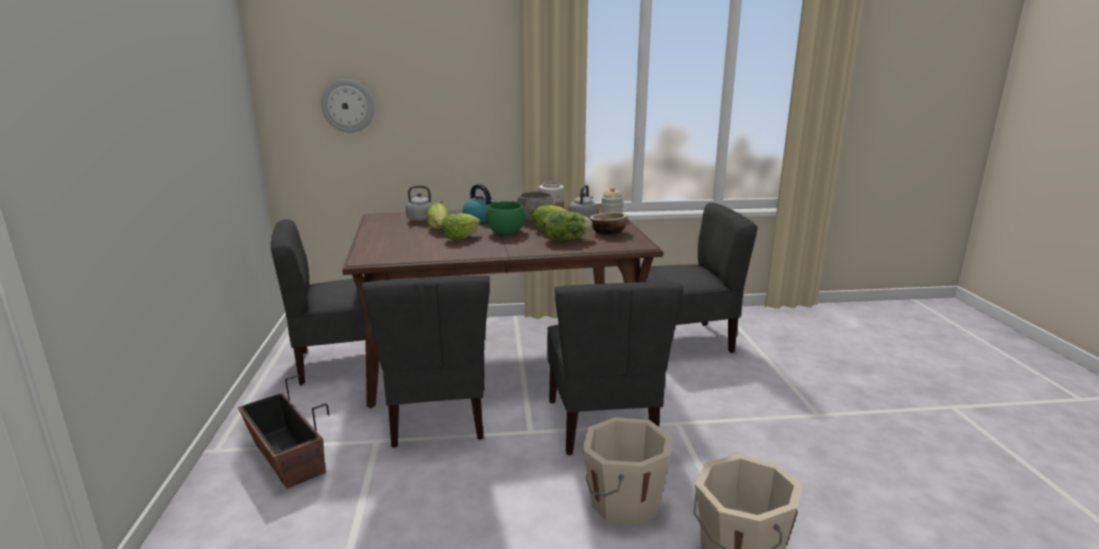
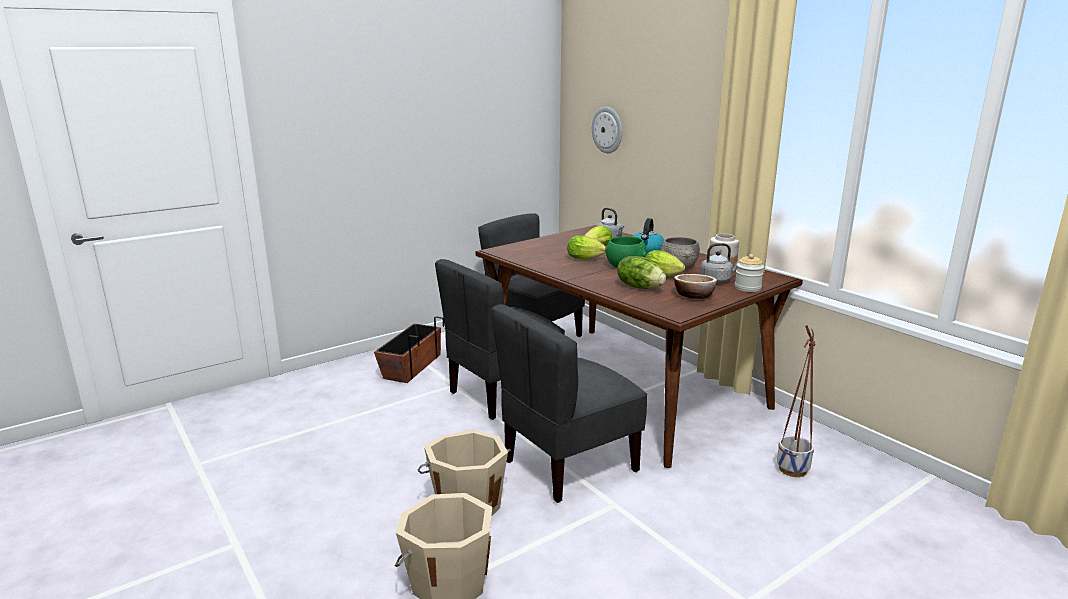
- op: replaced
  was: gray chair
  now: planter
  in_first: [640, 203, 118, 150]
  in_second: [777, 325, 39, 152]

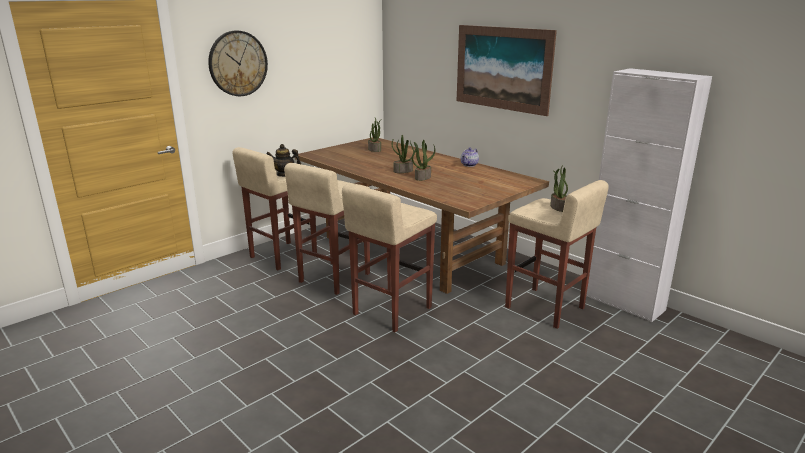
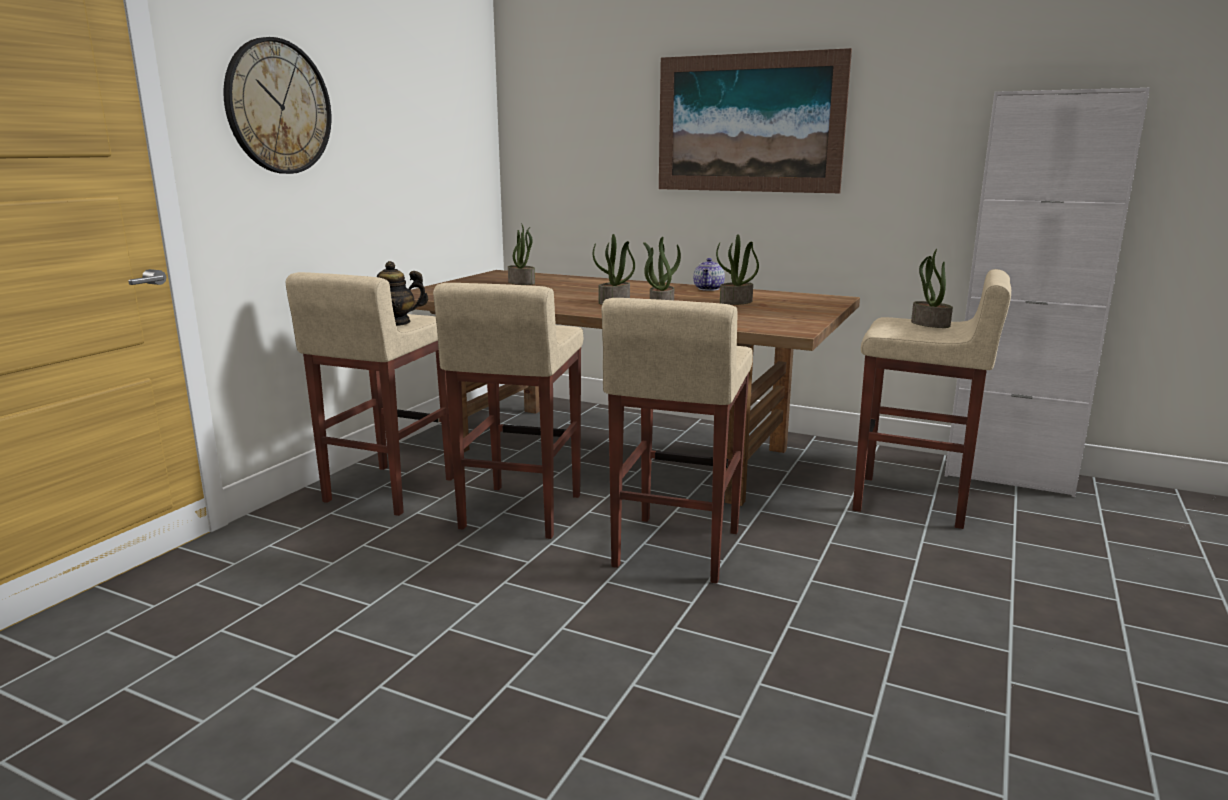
- op: added
  now: potted plant
  in_second: [716, 234, 43, 71]

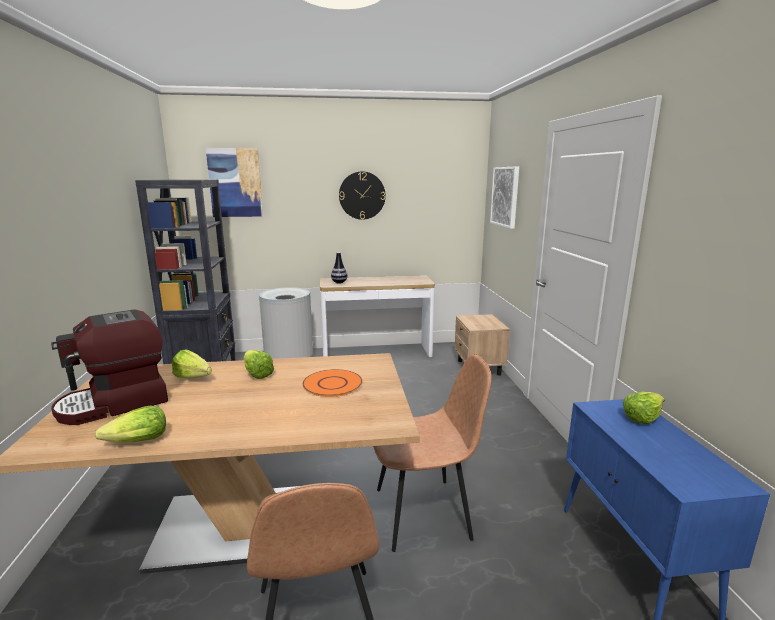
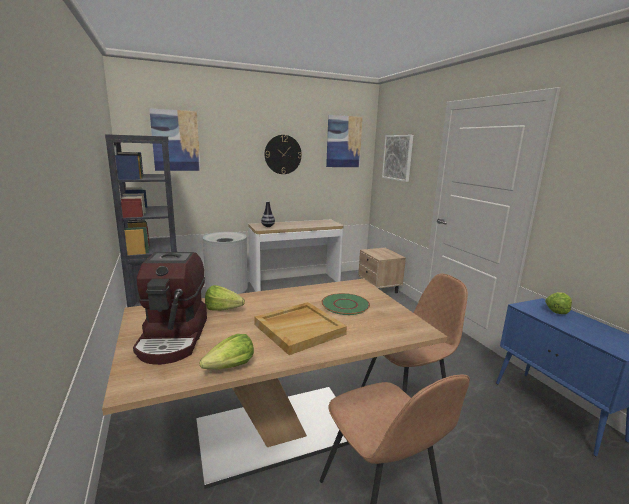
- op: removed
  was: lettuce head
  in_first: [244, 350, 30, 29]
- op: added
  now: beige carrying tray
  in_second: [254, 302, 93, 53]
- op: added
  now: picture
  in_second: [326, 115, 37, 52]
- op: recoloured
  was: orangey dinner plate
  now: green-coloured dinner plate
  in_first: [302, 369, 60, 28]
  in_second: [321, 293, 49, 22]
- op: turned
  was: coffee machine
  in_first: [51, 309, 117, 116]
  in_second: [133, 252, 74, 113]
  clockwise: -45

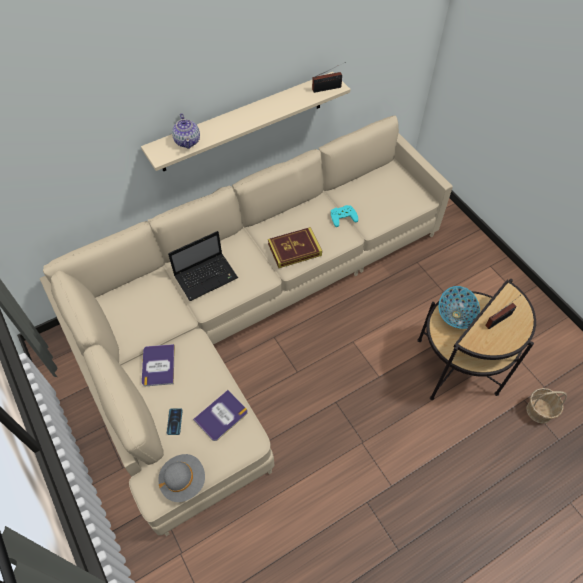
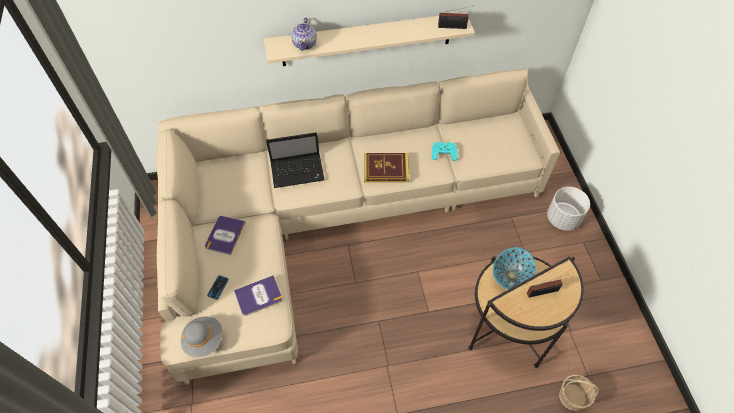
- op: added
  now: white planter
  in_second: [547, 187, 43, 44]

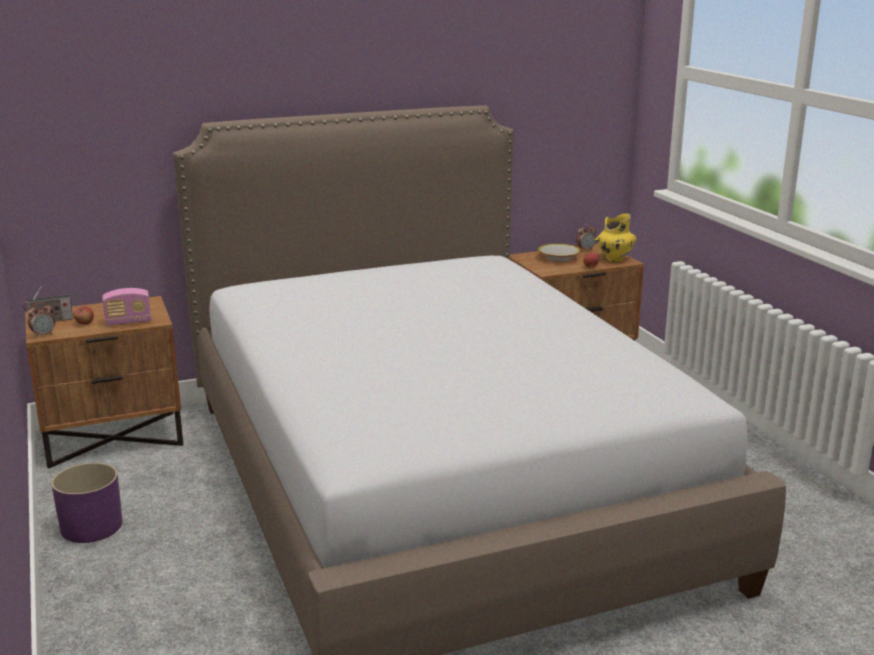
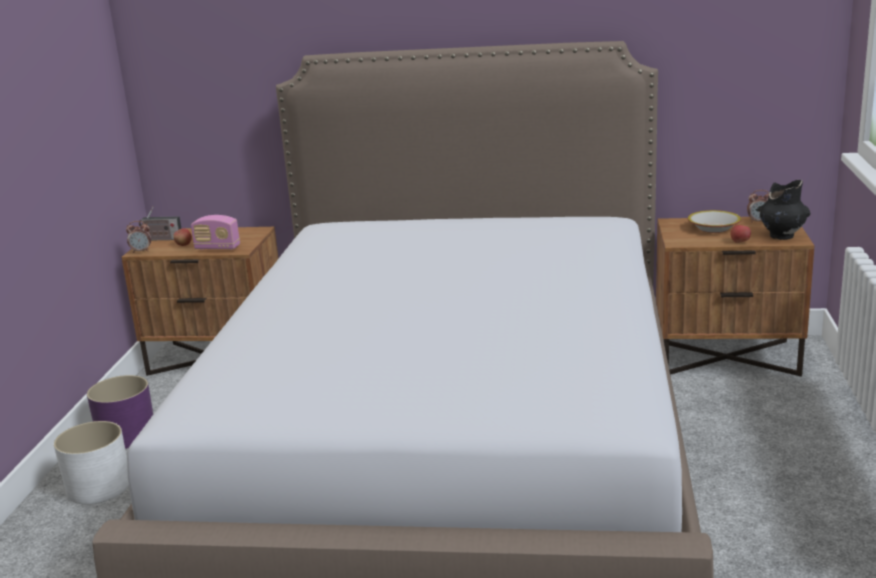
- op: added
  now: white planter
  in_second: [54, 421, 75, 84]
- op: recoloured
  was: yellow-coloured vase
  now: black vase
  in_first: [594, 213, 42, 49]
  in_second: [756, 180, 55, 60]

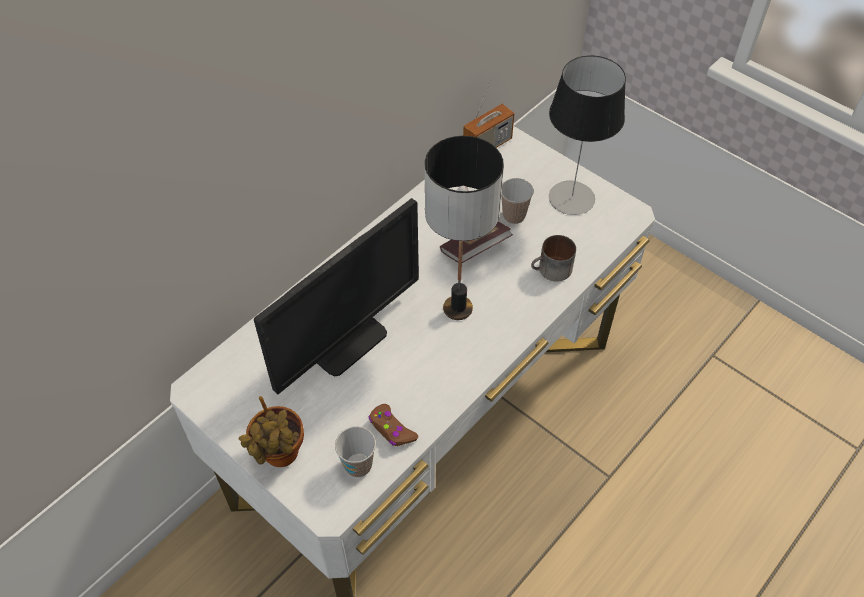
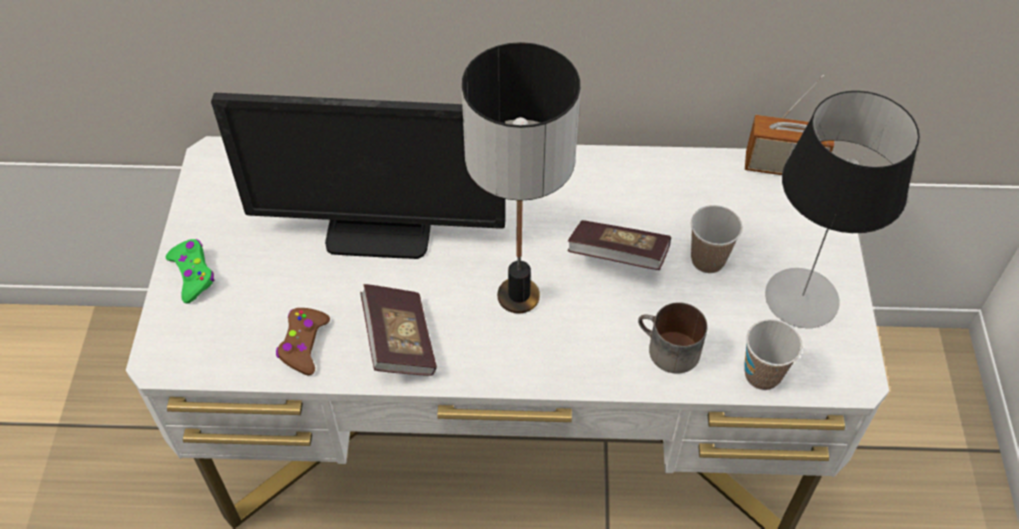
- op: added
  now: bound book
  in_second: [360, 284, 77, 92]
- op: moved
  was: cup
  in_first: [335, 426, 41, 51]
  in_second: [744, 319, 58, 71]
- op: replaced
  was: potted plant
  now: green-coloured game controller
  in_first: [239, 396, 65, 71]
  in_second: [166, 239, 48, 65]

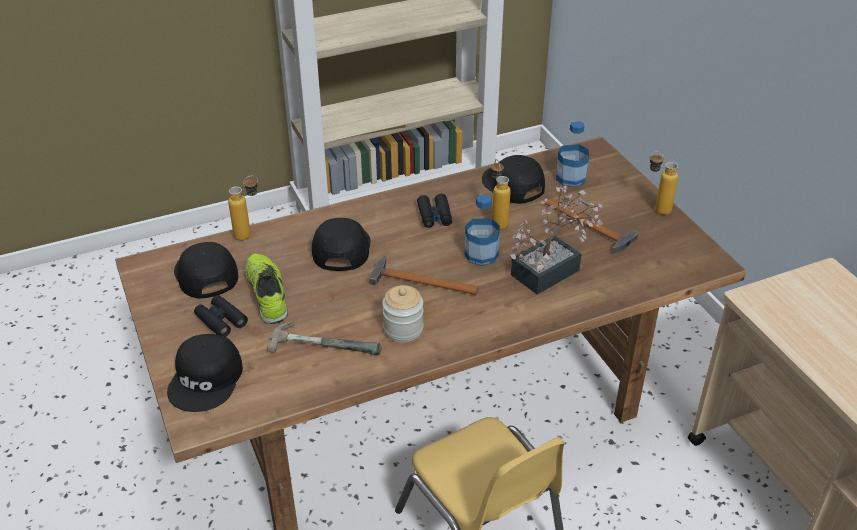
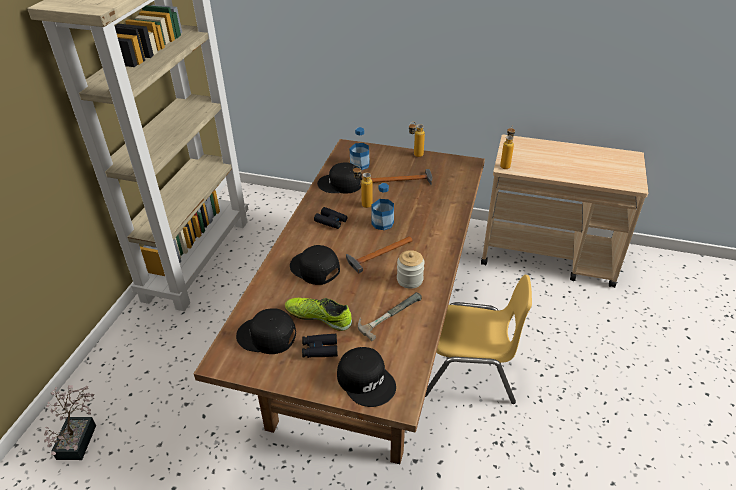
- op: moved
  was: beverage bottle
  in_first: [228, 176, 30, 64]
  in_second: [500, 128, 15, 41]
- op: moved
  was: potted plant
  in_first: [510, 185, 93, 110]
  in_second: [44, 385, 52, 75]

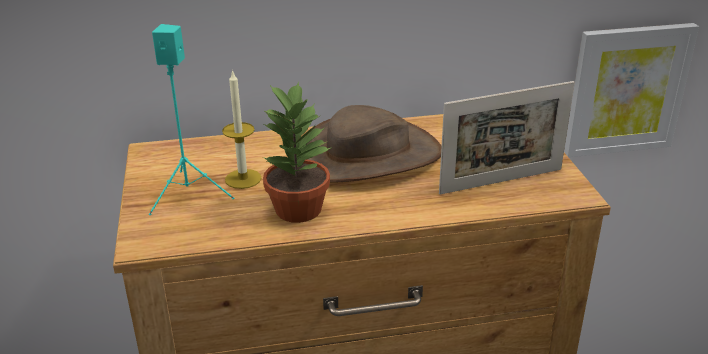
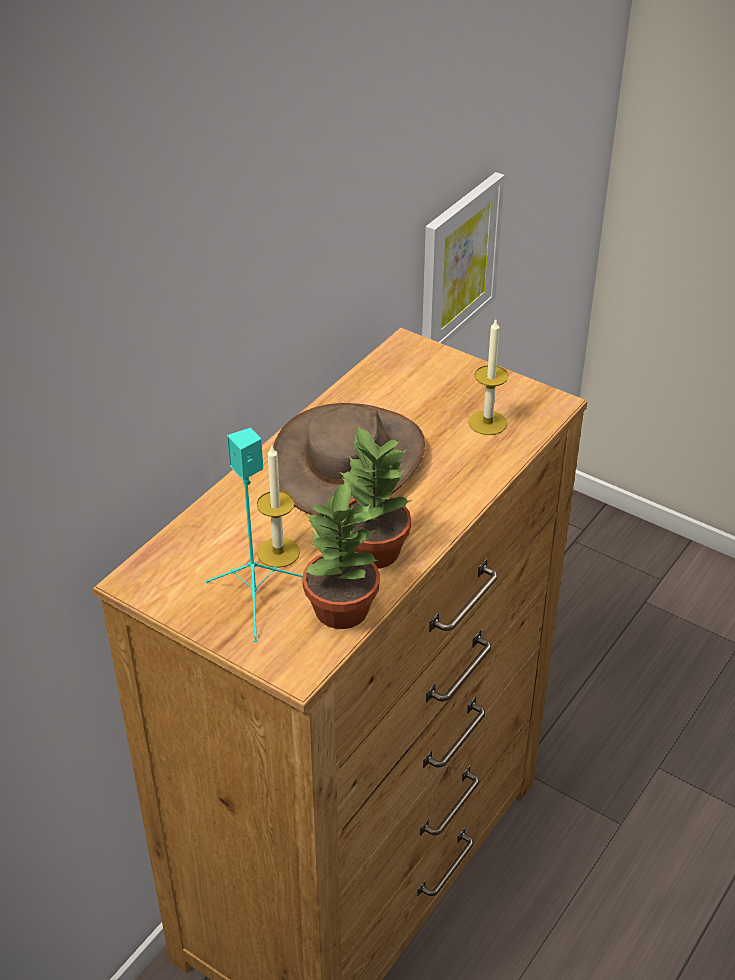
- op: added
  now: potted plant
  in_second: [302, 480, 78, 149]
- op: replaced
  was: standing frame
  now: candle
  in_first: [439, 81, 136, 113]
  in_second: [469, 318, 39, 117]

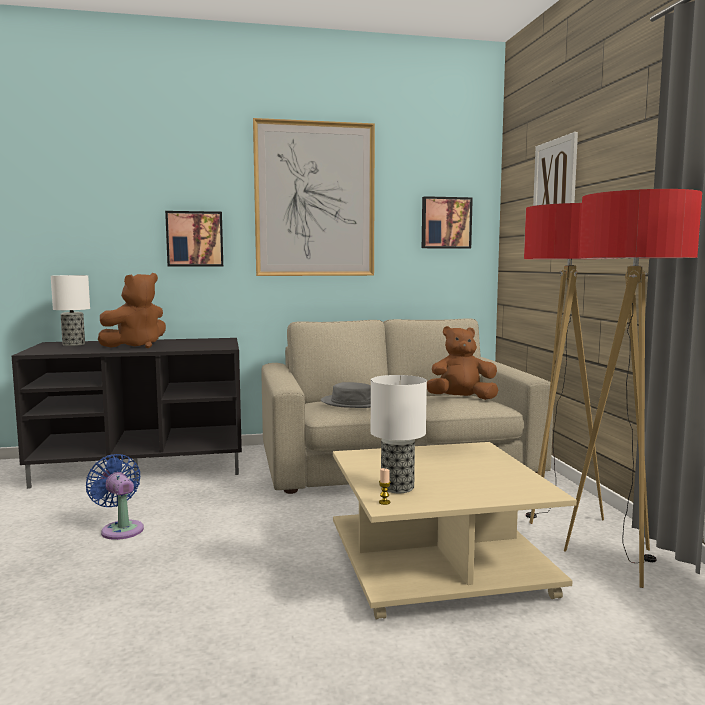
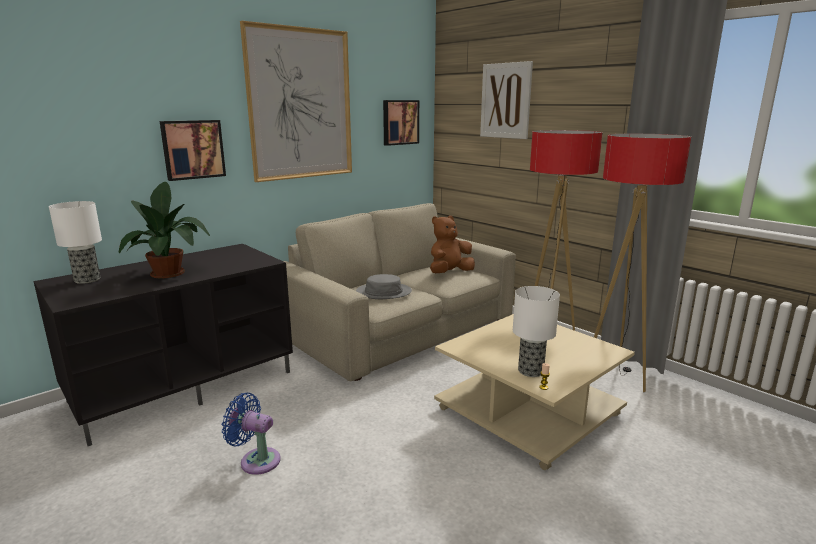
- op: replaced
  was: brown-coloured plush toy
  now: potted plant
  in_first: [98, 273, 68, 75]
  in_second: [119, 182, 91, 96]

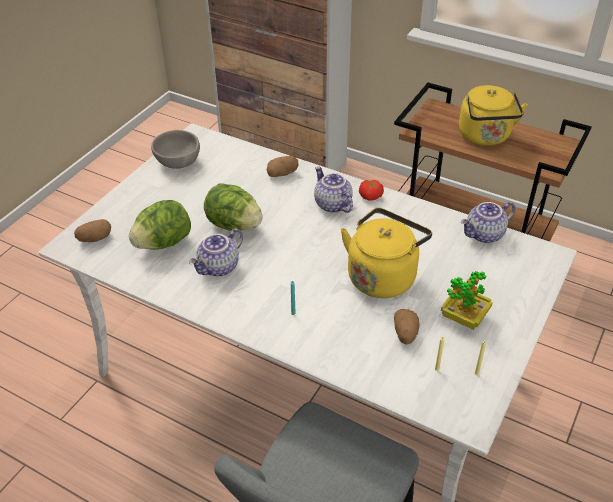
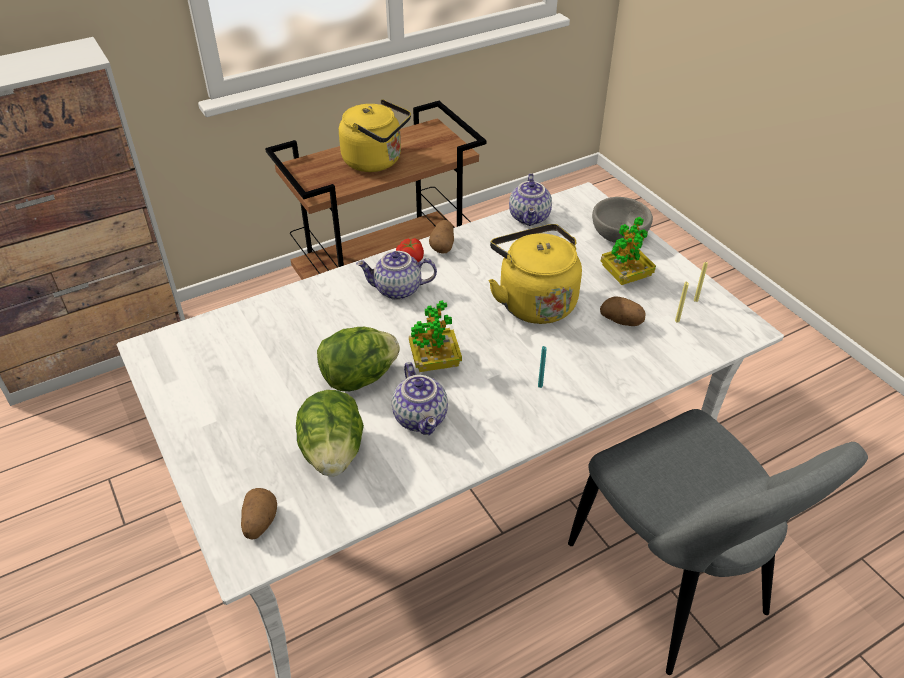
- op: added
  now: potted plant
  in_second: [409, 300, 53, 72]
- op: moved
  was: gray serving bowl
  in_first: [151, 130, 49, 39]
  in_second: [592, 197, 61, 46]
- op: moved
  was: spud
  in_first: [267, 156, 32, 21]
  in_second: [429, 220, 25, 34]

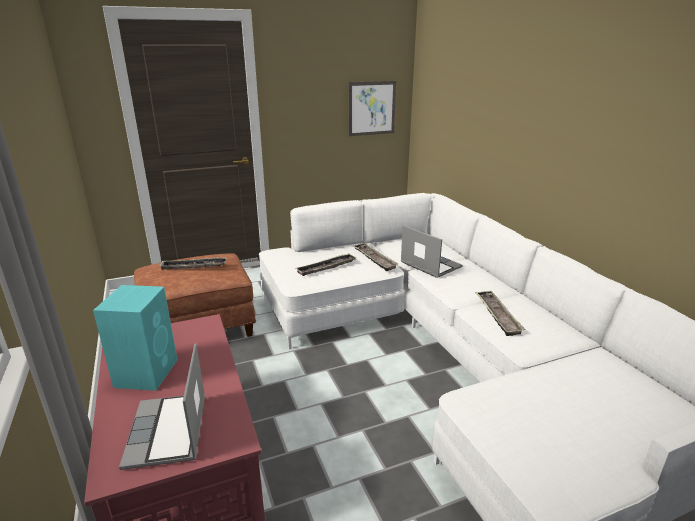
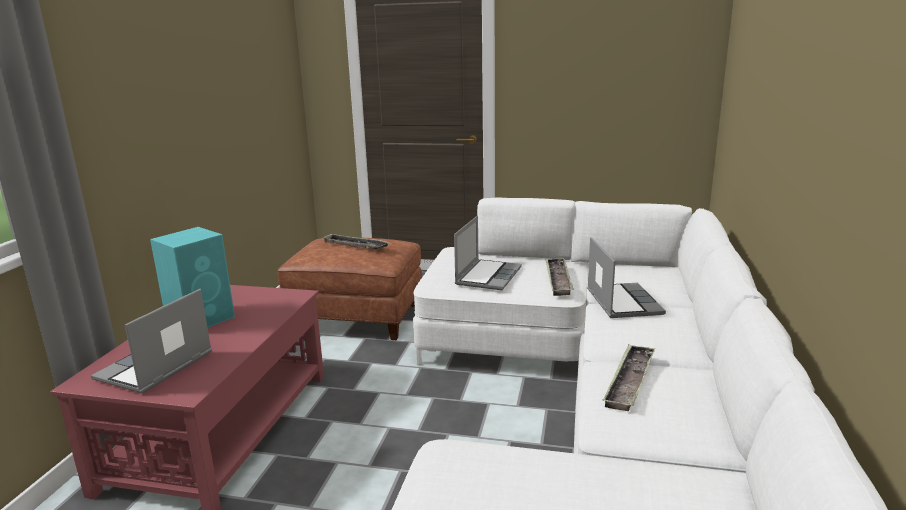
- op: removed
  was: picture
  in_first: [348, 81, 48, 55]
- op: replaced
  was: carrying tray
  now: portable computer
  in_first: [296, 254, 60, 22]
  in_second: [454, 216, 68, 74]

